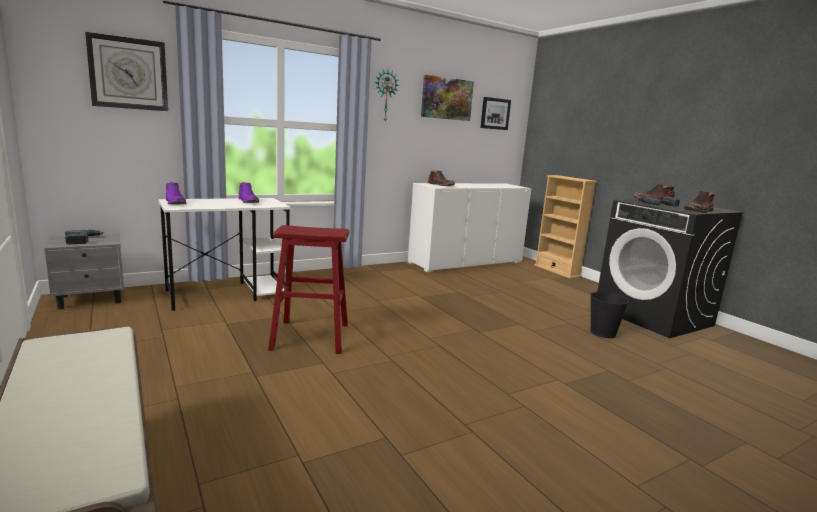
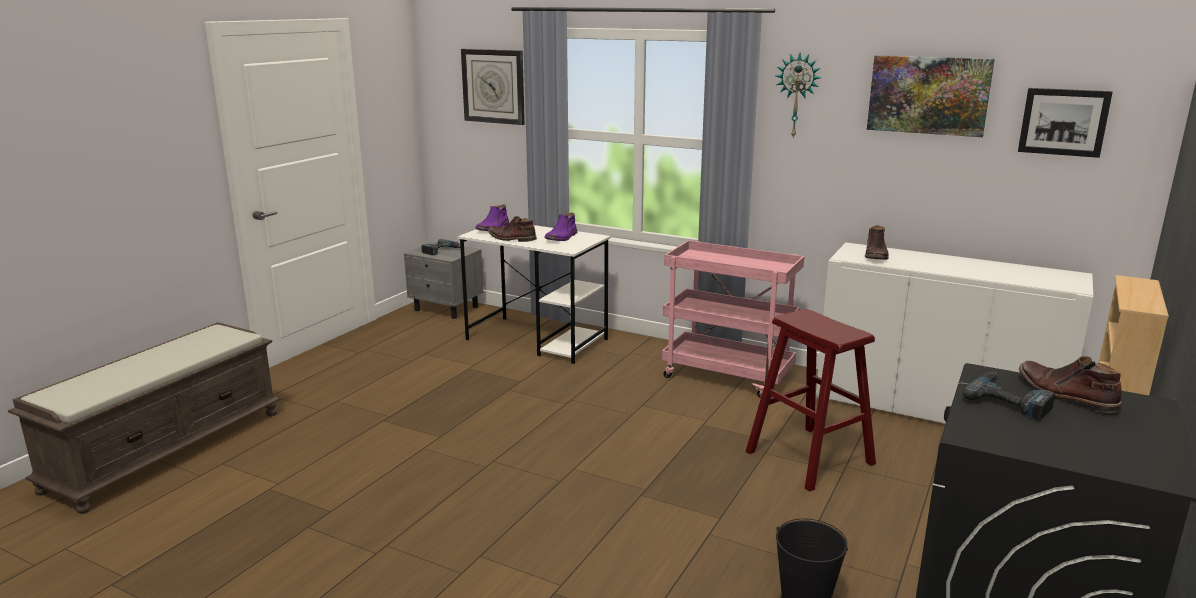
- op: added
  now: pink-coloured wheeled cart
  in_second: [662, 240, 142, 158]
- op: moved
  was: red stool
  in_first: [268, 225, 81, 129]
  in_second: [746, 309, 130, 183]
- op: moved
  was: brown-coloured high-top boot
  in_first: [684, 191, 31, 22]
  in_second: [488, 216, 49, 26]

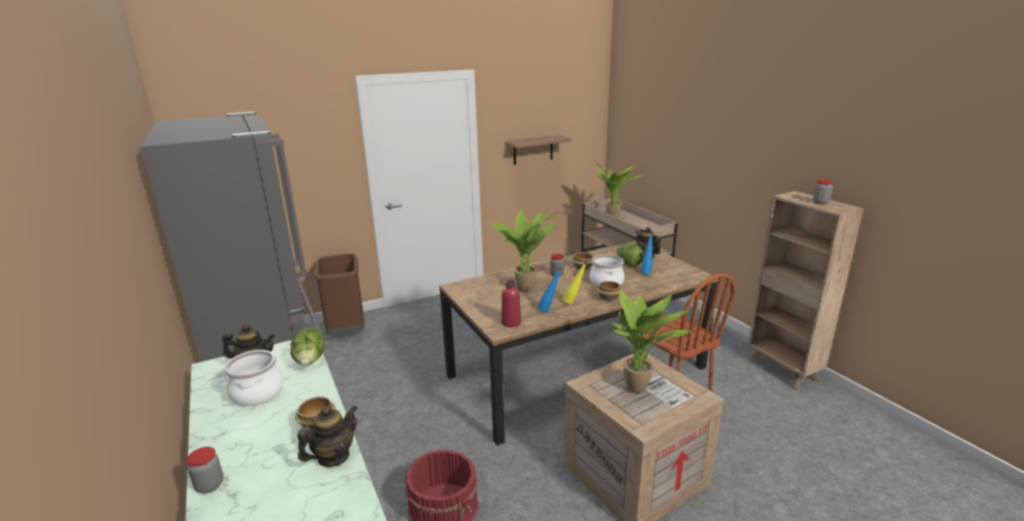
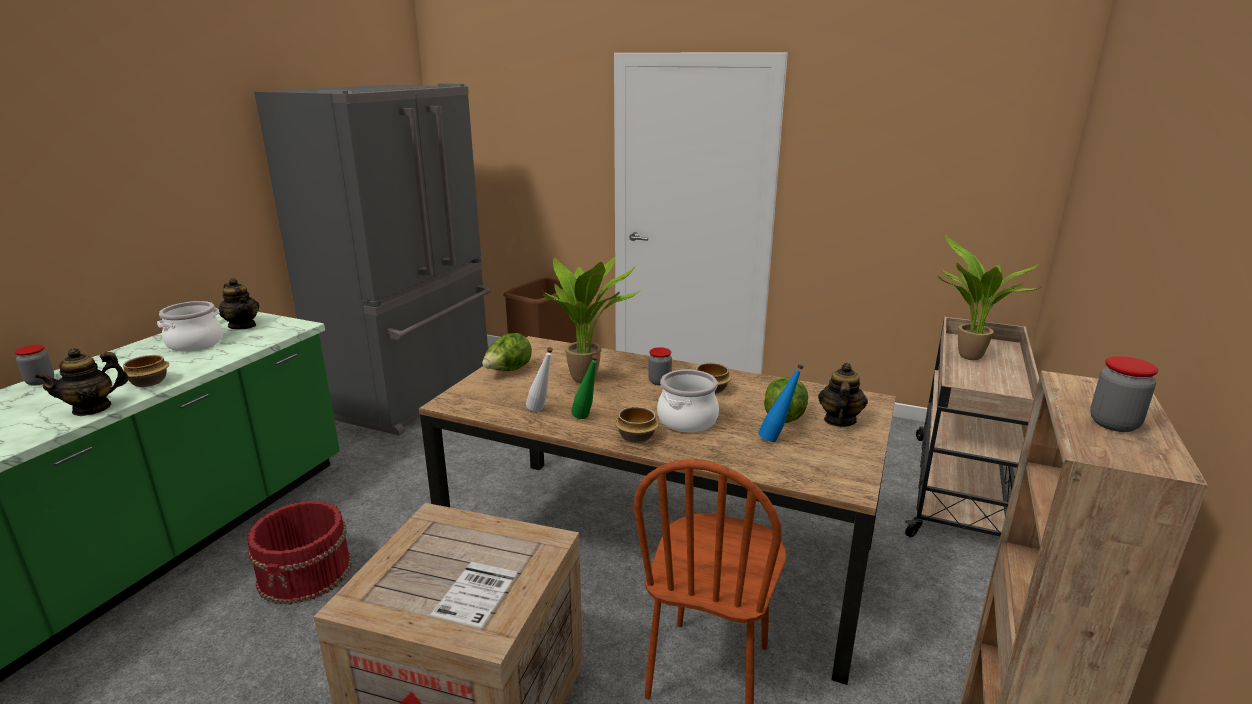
- op: removed
  was: red beverage bottle
  in_first: [502, 280, 19, 47]
- op: removed
  was: wall shelf
  in_first: [505, 135, 66, 30]
- op: removed
  was: potted plant
  in_first: [610, 289, 82, 104]
- op: moved
  was: lettuce head
  in_first: [290, 327, 34, 38]
  in_second: [482, 333, 50, 38]
- op: recoloured
  was: blue beverage bottle
  now: white beverage bottle
  in_first: [538, 267, 24, 45]
  in_second: [526, 347, 27, 65]
- op: recoloured
  was: yellow-coloured beverage bottle
  now: green-coloured beverage bottle
  in_first: [563, 261, 25, 43]
  in_second: [571, 355, 27, 64]
- op: turned
  was: pot for tea
  in_first: [298, 405, 60, 62]
  in_second: [34, 348, 95, 68]
  clockwise: 135

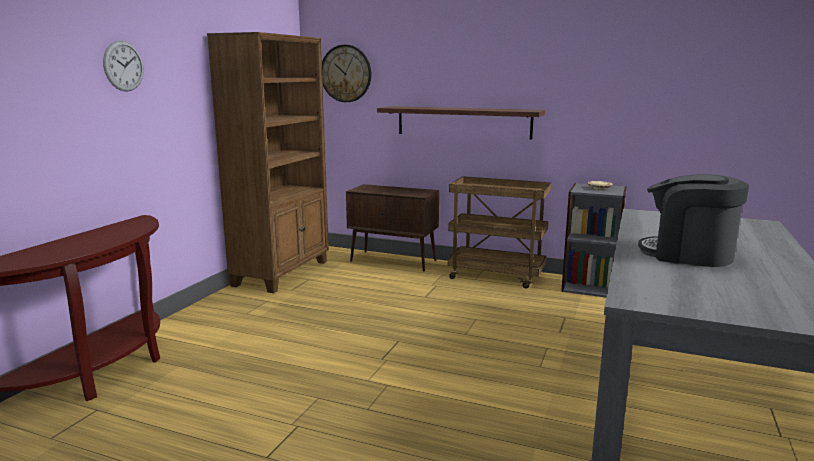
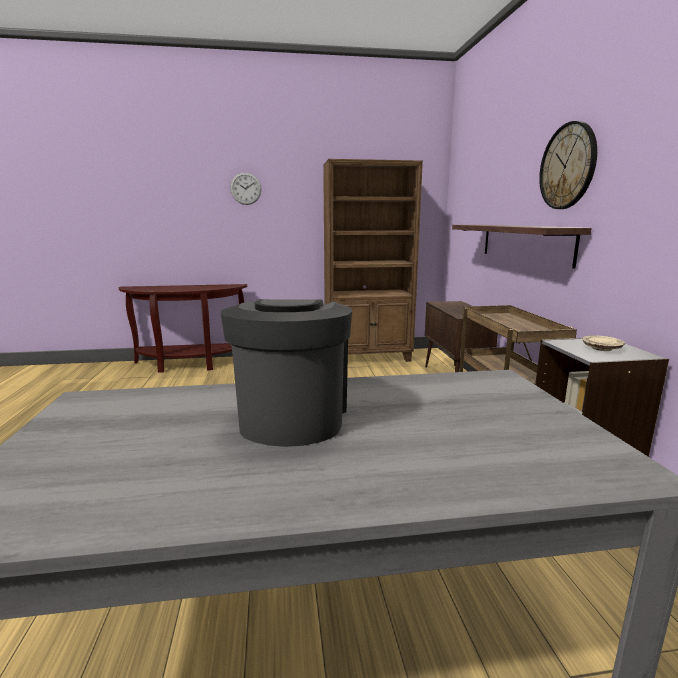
- op: moved
  was: clock on the wall
  in_first: [322, 45, 49, 57]
  in_second: [539, 121, 58, 88]

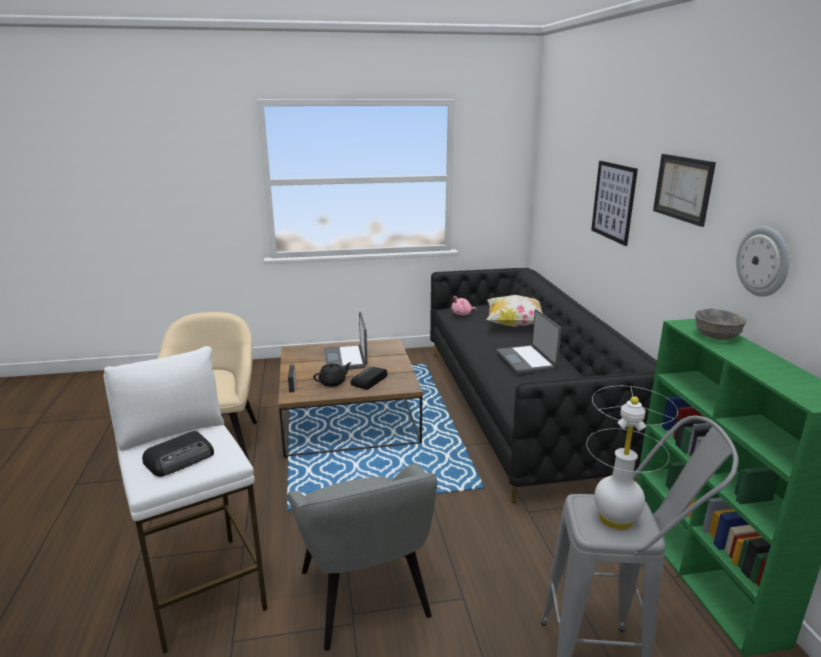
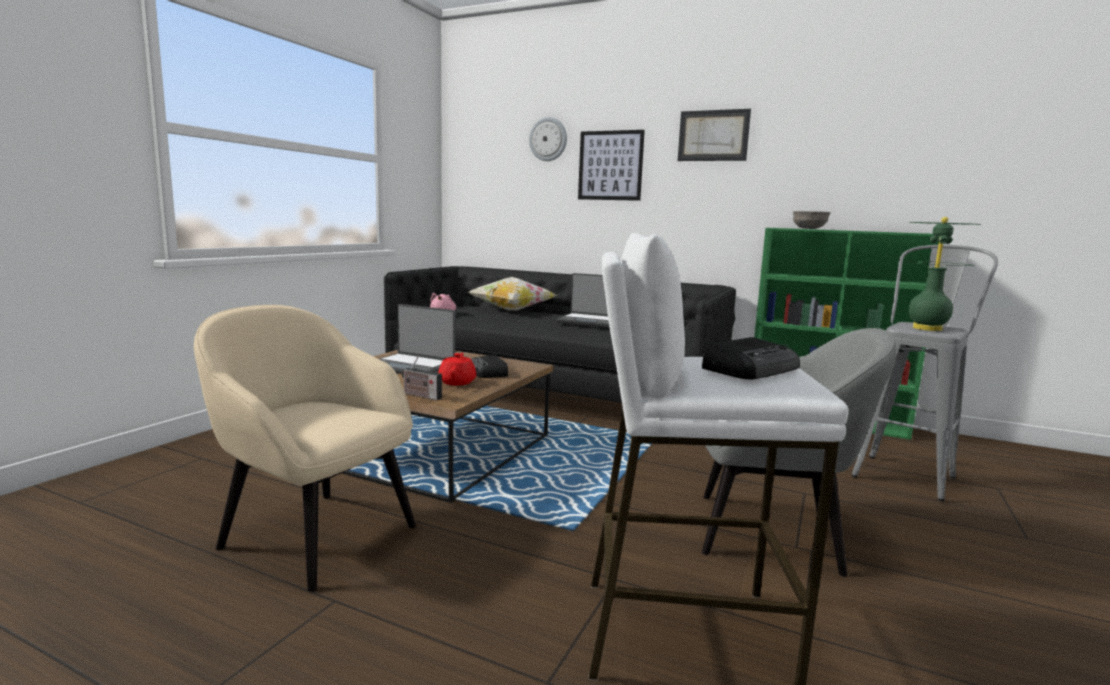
- op: moved
  was: clock on the wall
  in_first: [736, 226, 53, 71]
  in_second: [529, 117, 38, 44]
- op: recoloured
  was: black pot for tea
  now: red pot for tea
  in_first: [313, 362, 39, 25]
  in_second: [438, 353, 38, 32]
- op: recoloured
  was: white table lamp
  now: green-coloured table lamp
  in_first: [586, 386, 92, 144]
  in_second: [903, 217, 78, 114]
- op: turned
  was: radio set
  in_first: [142, 431, 72, 46]
  in_second: [702, 337, 98, 43]
  clockwise: 60

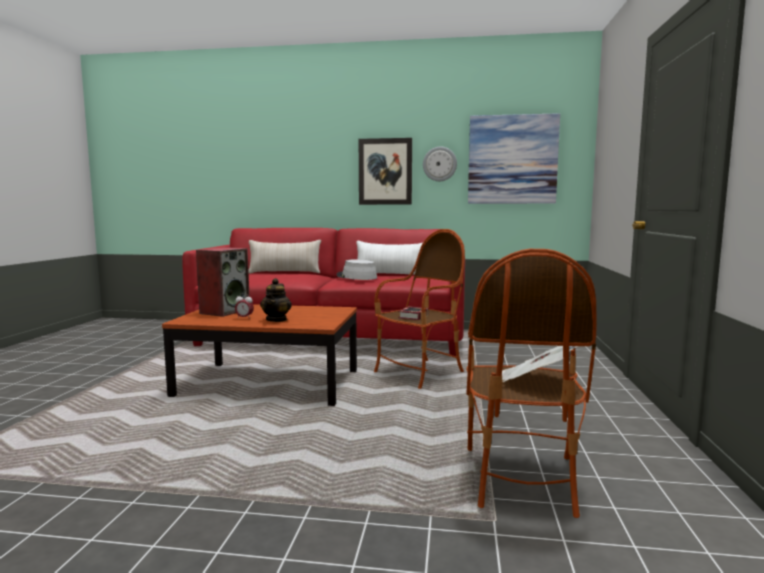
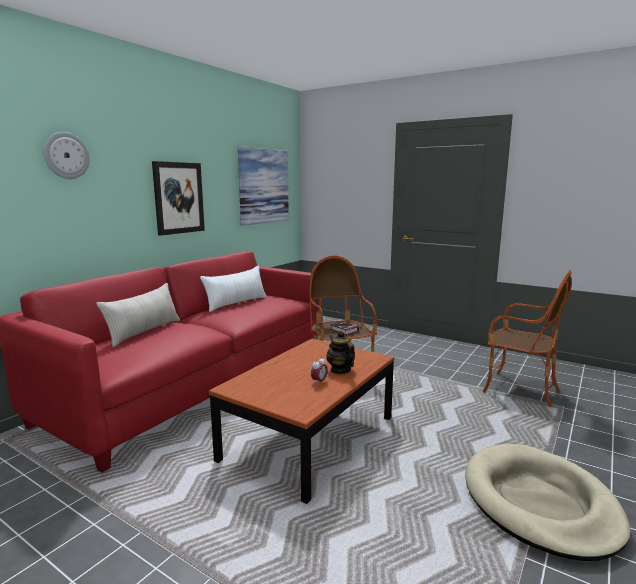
- op: removed
  was: speaker
  in_first: [196, 247, 54, 70]
- op: removed
  was: gray wearable hat
  in_first: [337, 259, 40, 21]
- op: removed
  was: daily paper
  in_first: [502, 346, 77, 36]
- op: added
  now: beige pet bed
  in_second: [465, 444, 166, 117]
- op: moved
  was: clock on the wall
  in_first: [423, 147, 34, 34]
  in_second: [43, 132, 47, 47]
- op: turned
  was: pot for tea
  in_first: [260, 278, 32, 44]
  in_second: [326, 331, 29, 43]
  clockwise: -150

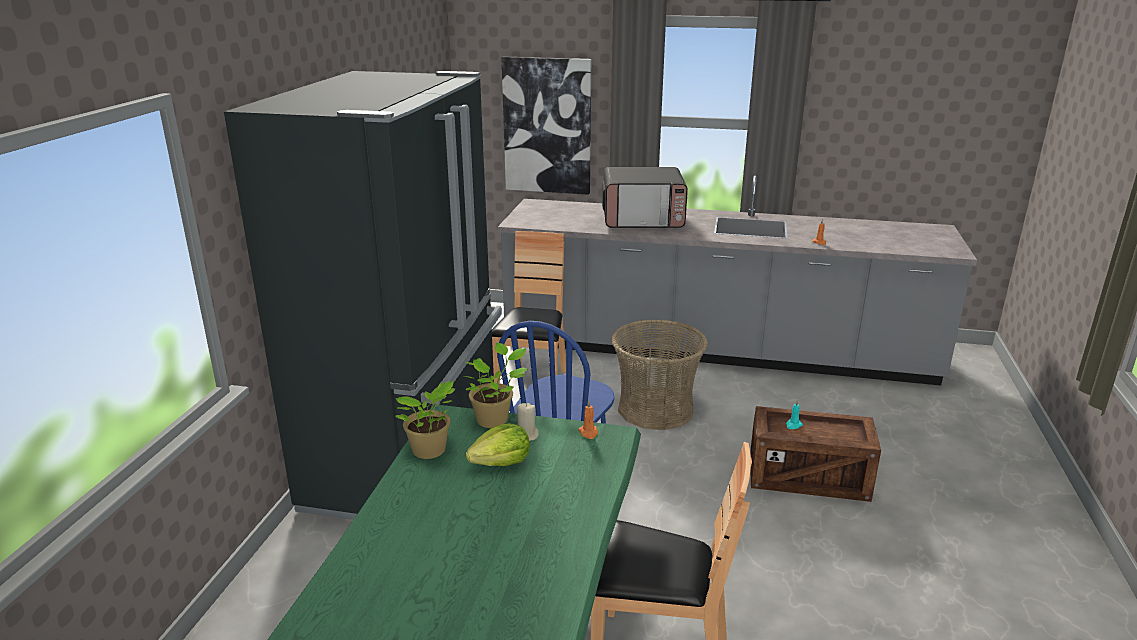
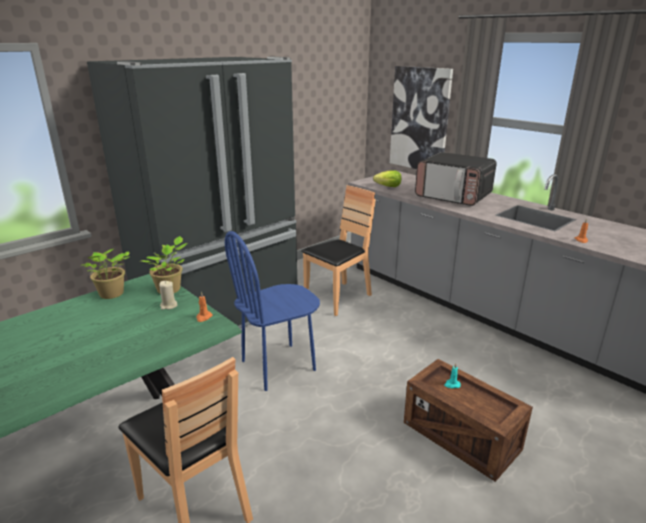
- op: removed
  was: storage basket
  in_first: [611, 319, 97, 111]
- op: moved
  was: lettuce head
  in_first: [466, 423, 64, 43]
  in_second: [373, 170, 28, 17]

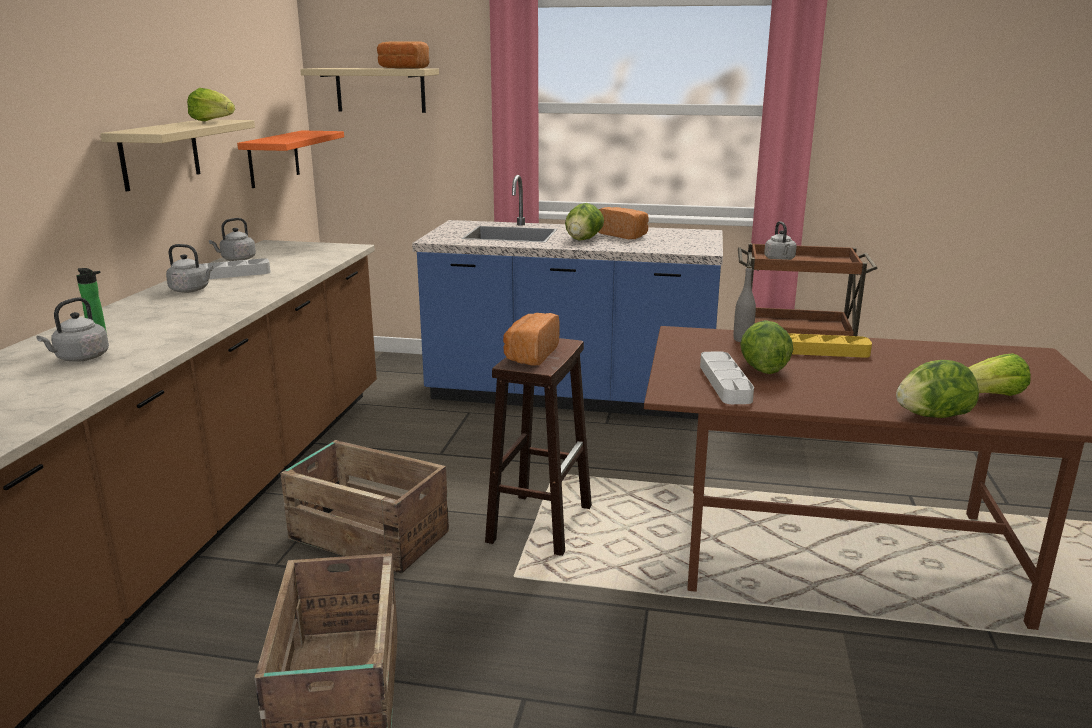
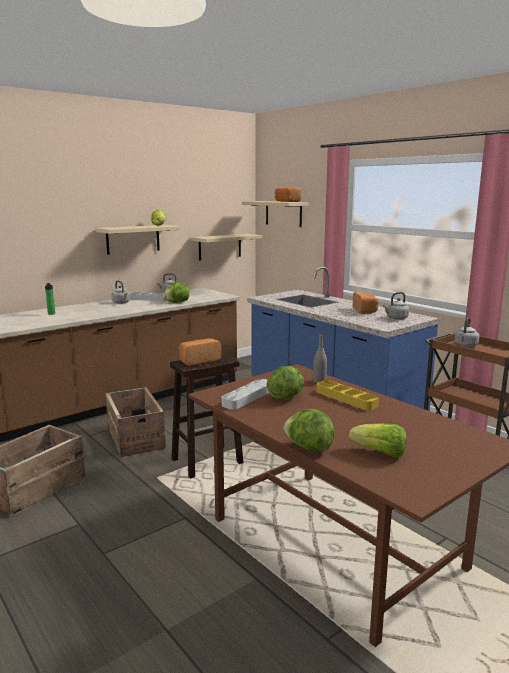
- op: moved
  was: gray tea kettle
  in_first: [36, 297, 73, 64]
  in_second: [383, 292, 26, 28]
- op: moved
  was: lettuce head
  in_first: [565, 203, 39, 38]
  in_second: [163, 282, 27, 21]
- op: recoloured
  was: orangey wall shelf
  now: beige wall shelf
  in_first: [237, 131, 107, 57]
  in_second: [191, 234, 71, 27]

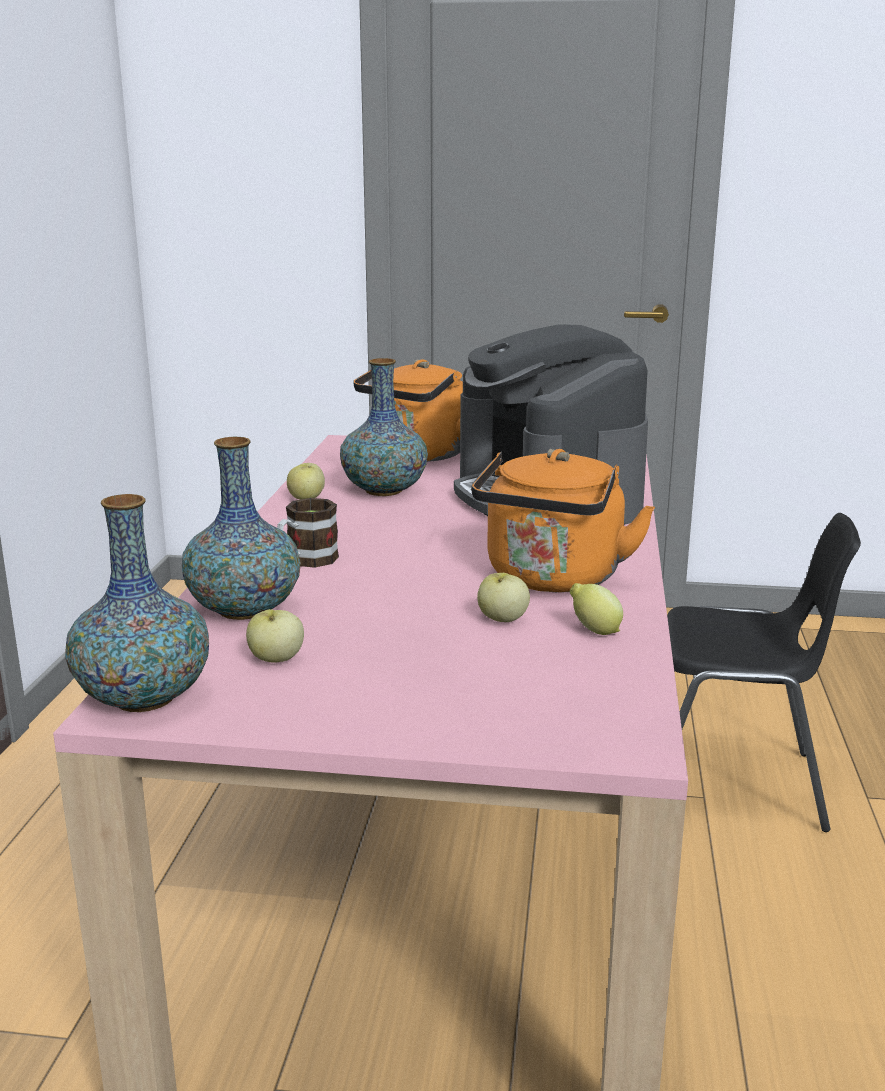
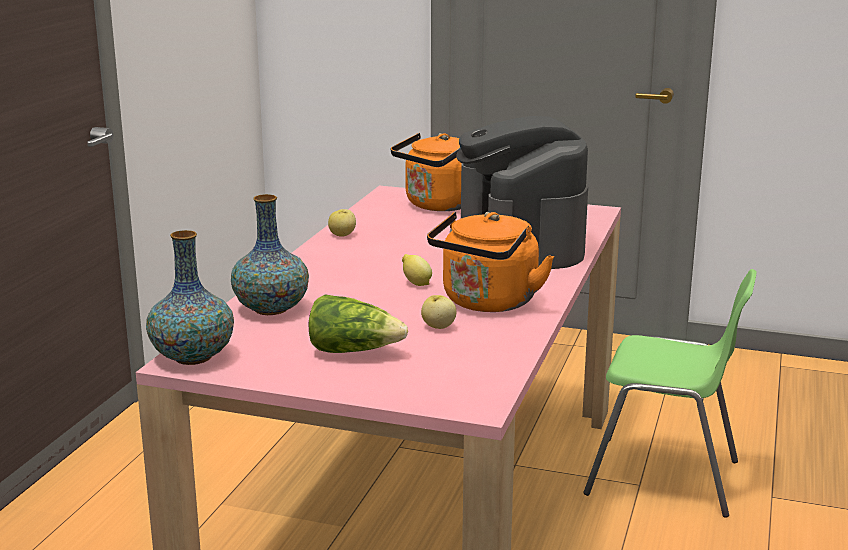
- op: removed
  was: apple
  in_first: [246, 609, 58, 54]
- op: removed
  was: tea mug
  in_first: [277, 498, 62, 70]
- op: removed
  was: vase
  in_first: [340, 358, 88, 138]
- op: added
  now: lettuce head
  in_second: [309, 294, 99, 59]
- op: moved
  was: lemon
  in_first: [570, 583, 53, 52]
  in_second: [402, 254, 30, 32]
- op: recoloured
  was: black chair
  now: green-coloured chair
  in_first: [667, 513, 194, 319]
  in_second: [584, 269, 173, 249]

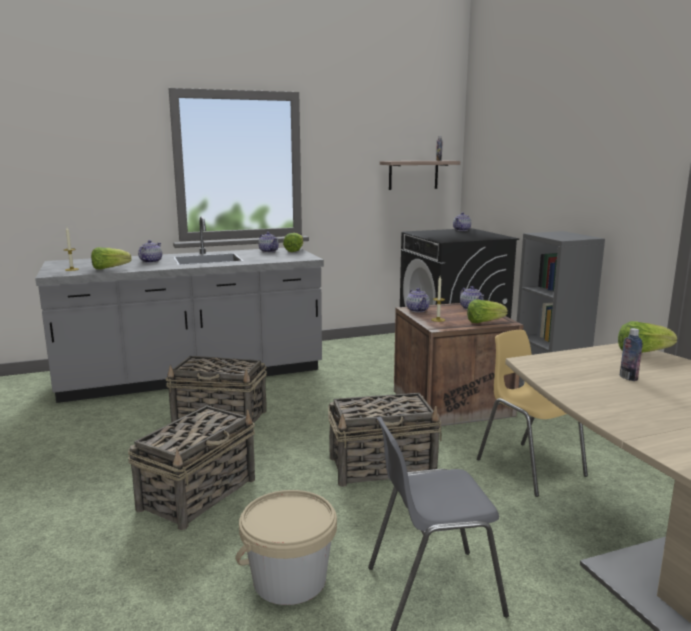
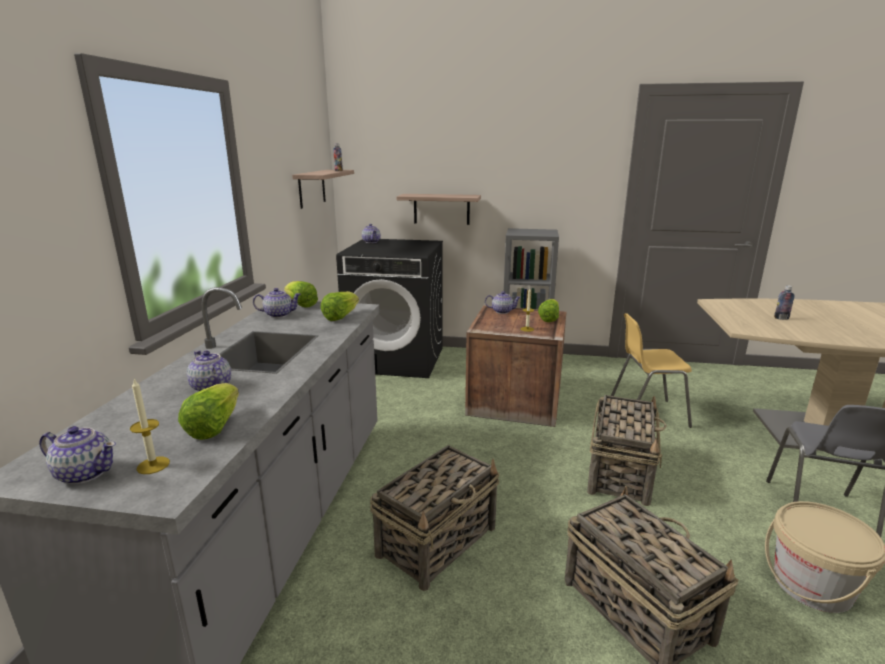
- op: added
  now: wall shelf
  in_second: [397, 194, 84, 31]
- op: moved
  was: pot for tea
  in_first: [406, 288, 24, 25]
  in_second: [39, 426, 77, 58]
- op: moved
  was: lettuce head
  in_first: [618, 321, 59, 32]
  in_second: [321, 291, 38, 30]

